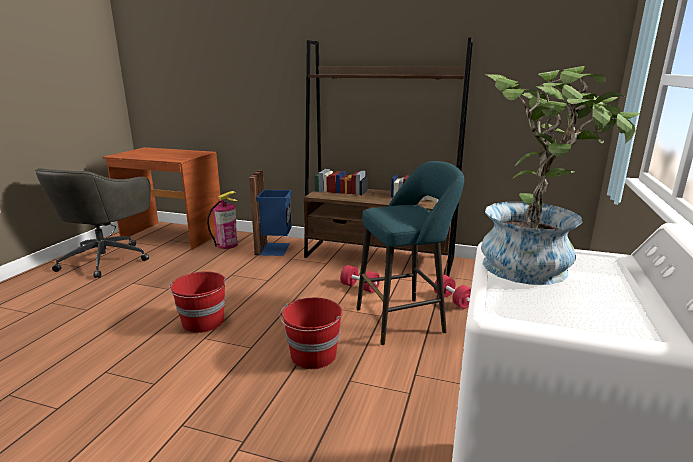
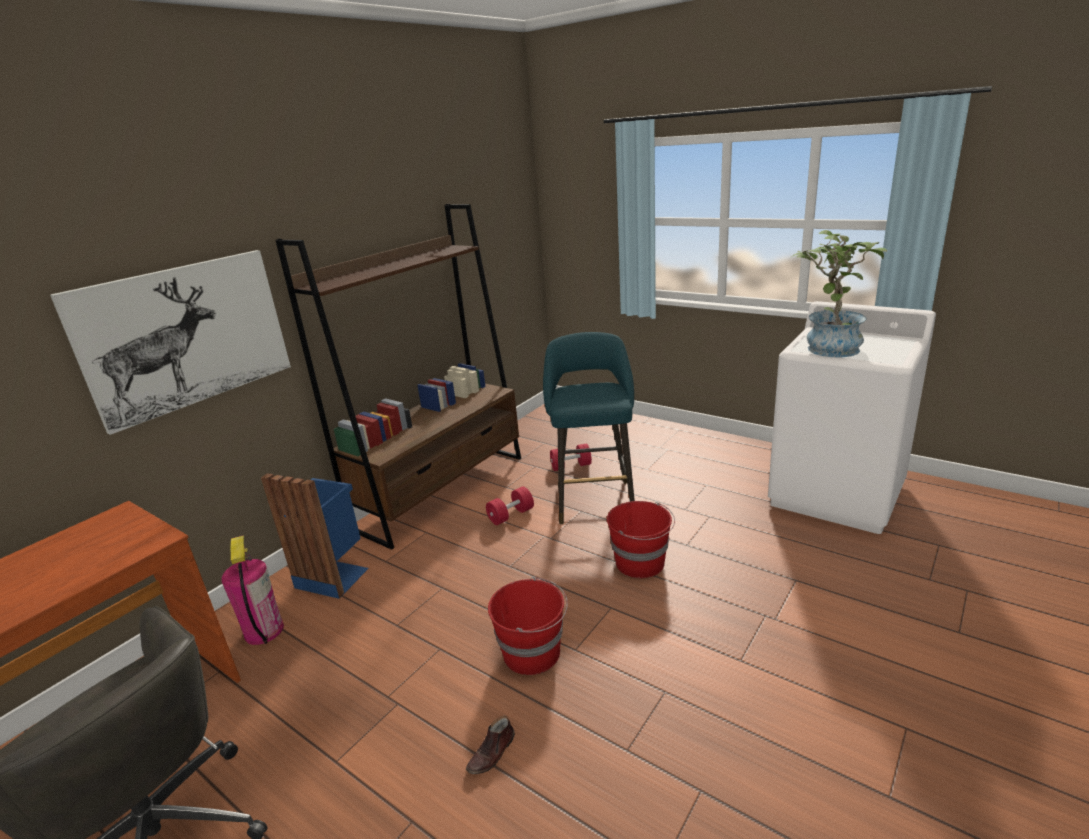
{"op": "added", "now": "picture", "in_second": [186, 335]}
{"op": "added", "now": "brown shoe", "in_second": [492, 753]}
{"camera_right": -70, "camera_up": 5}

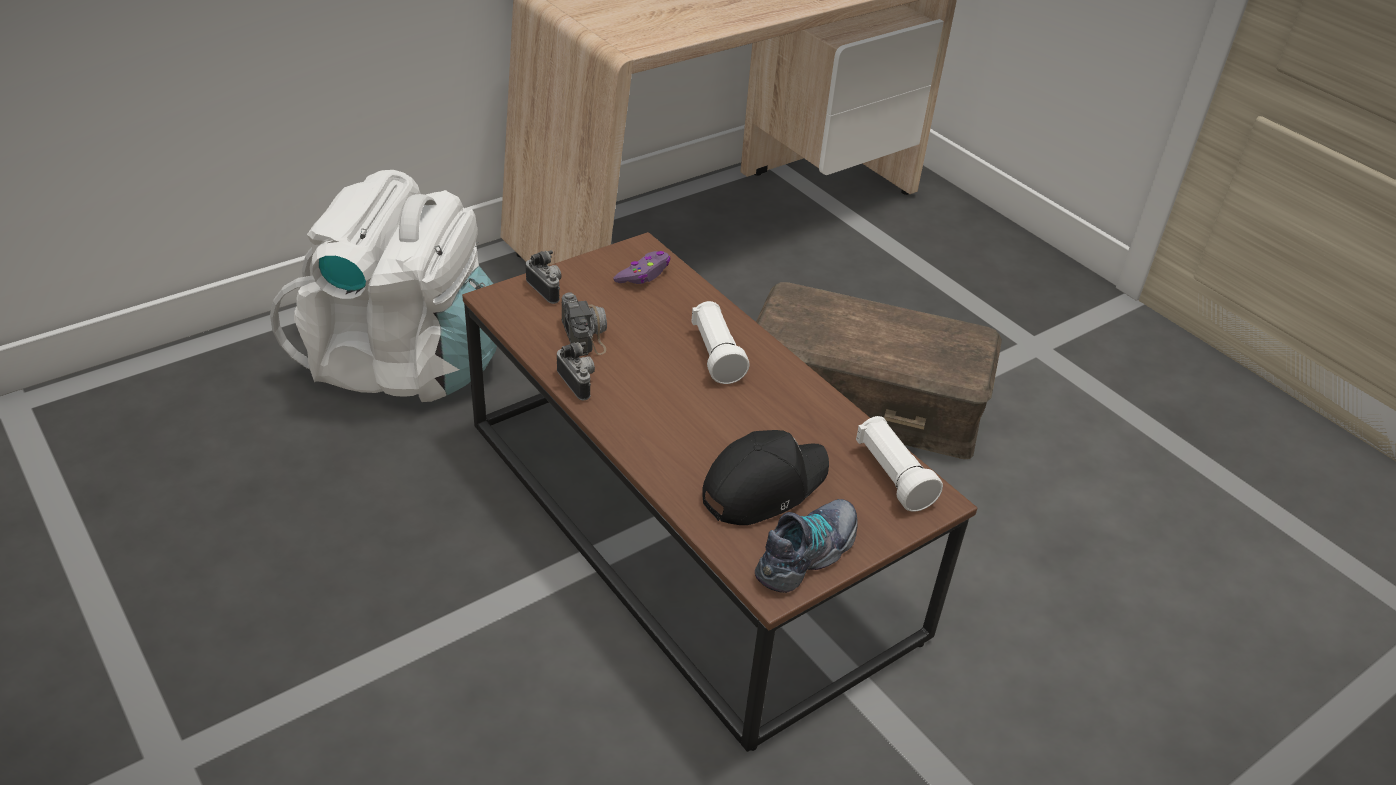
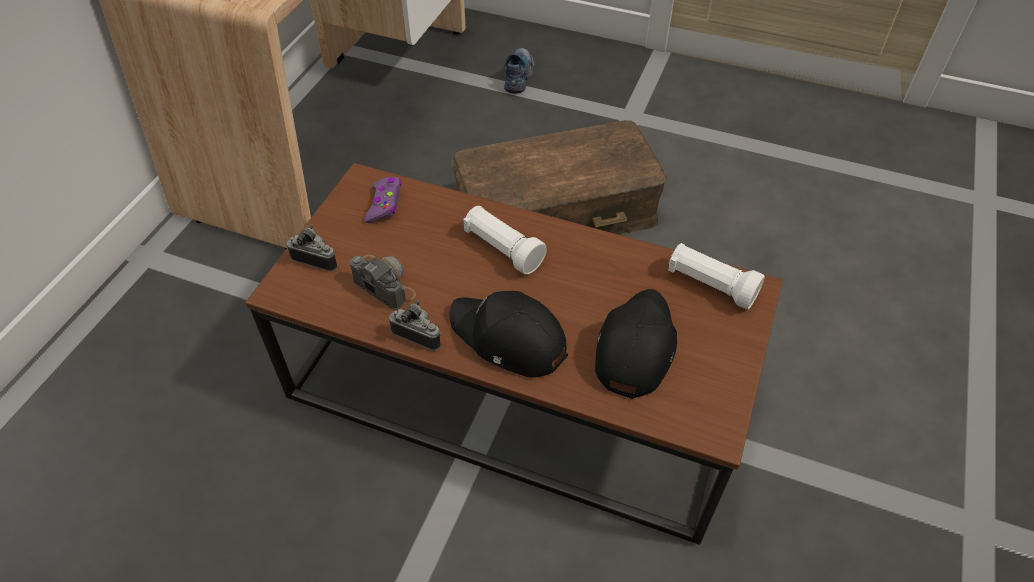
{"op": "removed", "was": "white backpack", "in_first": [403, 364]}
{"op": "moved", "was": "shoe", "in_first": [808, 554], "in_second": [519, 75]}
{"op": "added", "now": "black cap", "in_second": [508, 339]}
{"camera_right": -30, "camera_up": 10}

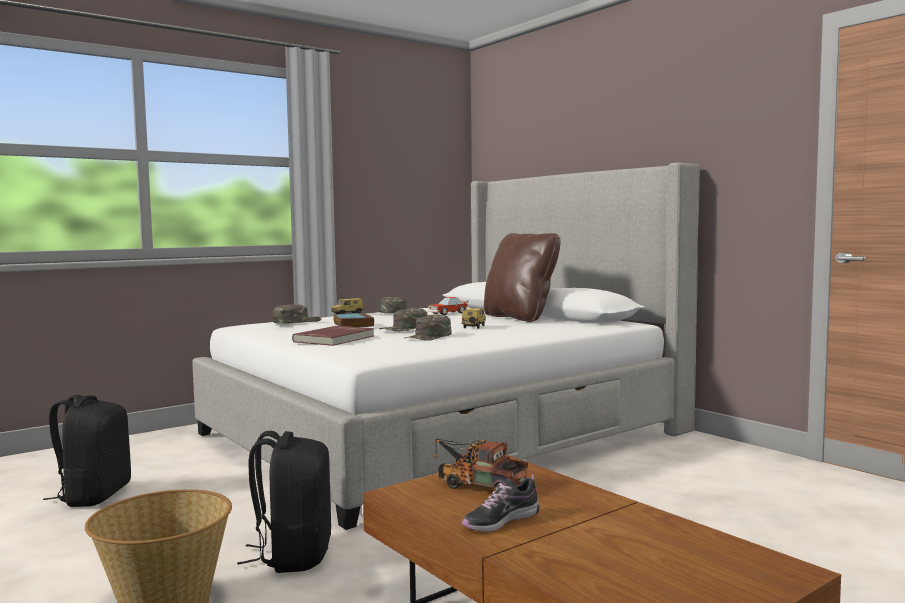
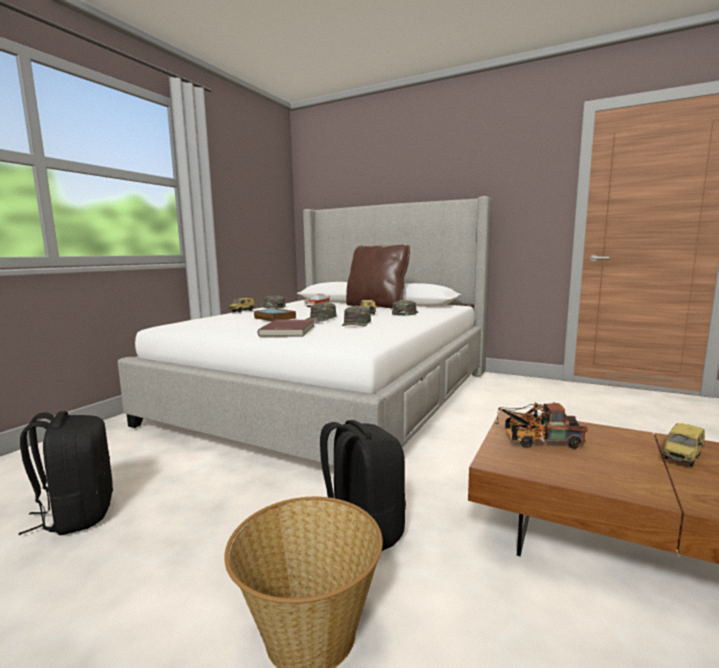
{"op": "moved", "was": "green cap", "in_first": [296, 321], "in_second": [405, 313]}
{"op": "removed", "was": "shoe", "in_first": [500, 521]}
{"op": "added", "now": "toy car", "in_second": [683, 458]}
{"camera_right": -25, "camera_up": 5}

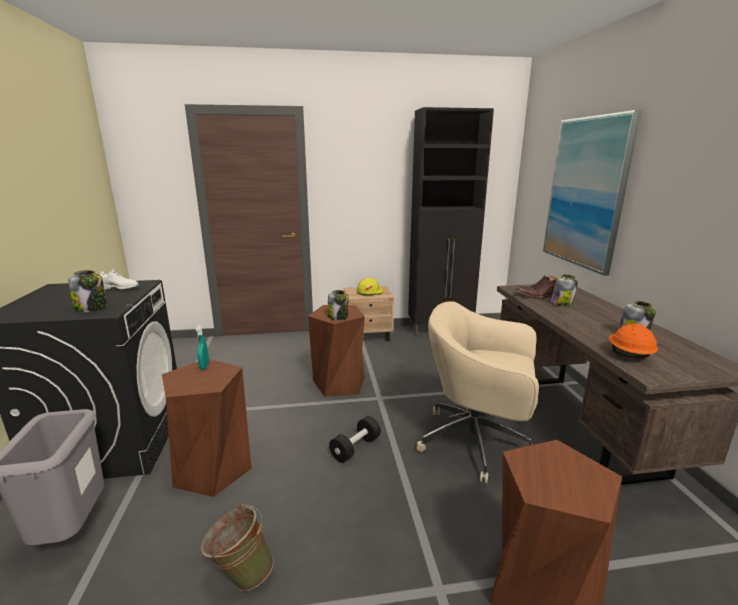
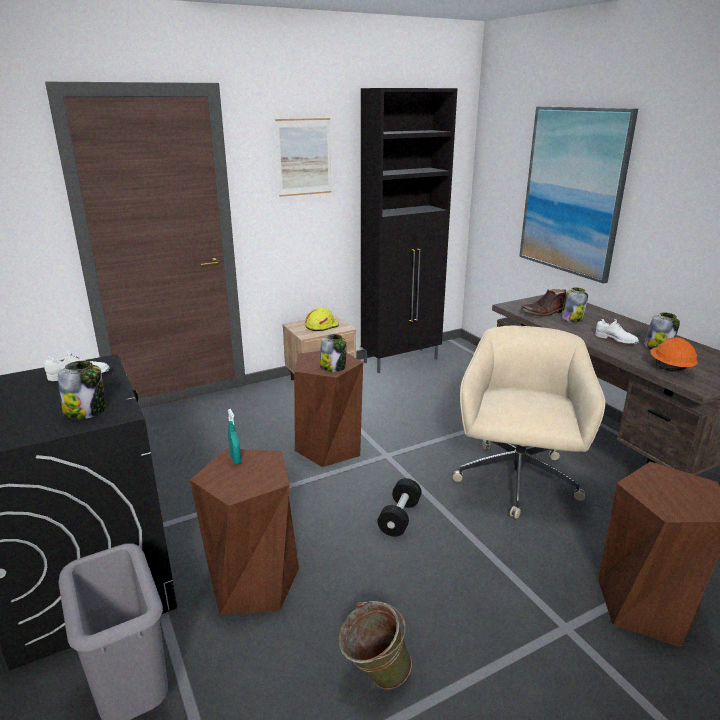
{"op": "turned", "was": "beige office chair", "in_first": [477, 442], "in_second": [516, 481], "clockwise": 105}
{"op": "added", "now": "picture", "in_second": [304, 157]}
{"op": "added", "now": "white shoe", "in_second": [616, 340]}
{"camera_right": -20, "camera_up": 5}

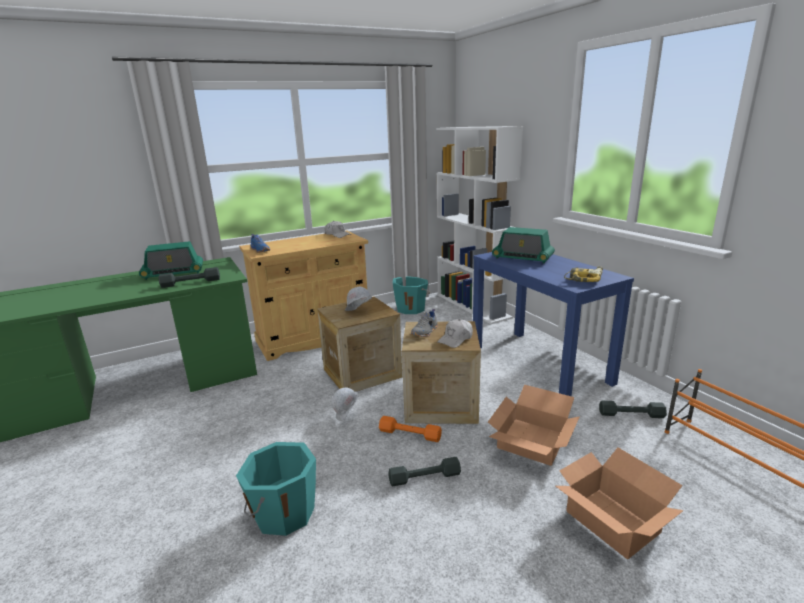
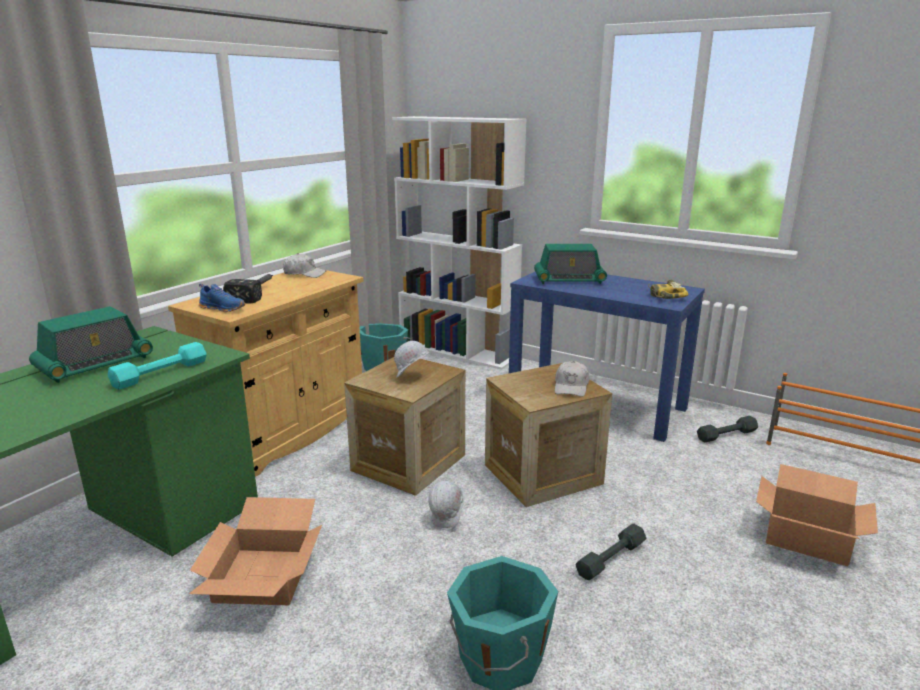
{"op": "recoloured", "was": "grey dumbbell", "now": "turquoise dumbbell", "in_first": [191, 282], "in_second": [160, 373]}
{"op": "removed", "was": "orange dumbbell", "in_first": [410, 434]}
{"op": "removed", "was": "grey shoe", "in_first": [425, 332]}
{"op": "moved", "was": "cardboard box", "in_first": [531, 440], "in_second": [262, 575]}
{"op": "added", "now": "hammer", "in_second": [256, 293]}
{"camera_right": -30, "camera_up": 0}

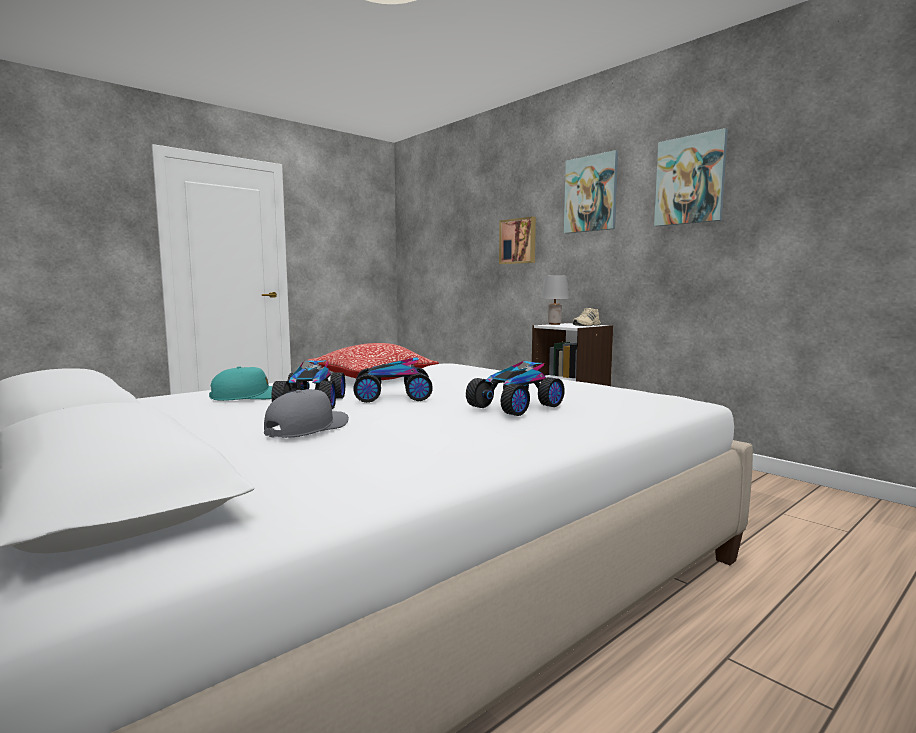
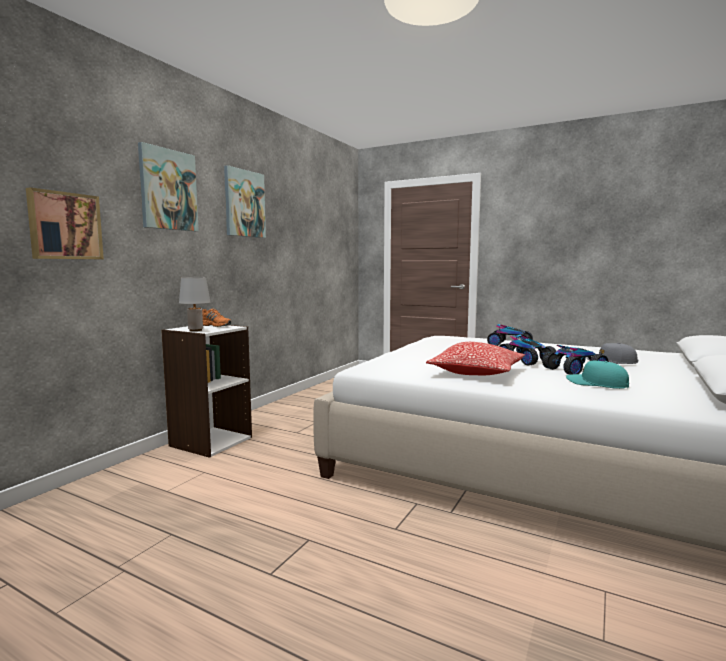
{"op": "recoloured", "was": "beige shoe", "now": "orange shoe", "in_first": [587, 325], "in_second": [215, 325]}
{"camera_right": -110, "camera_up": 0}

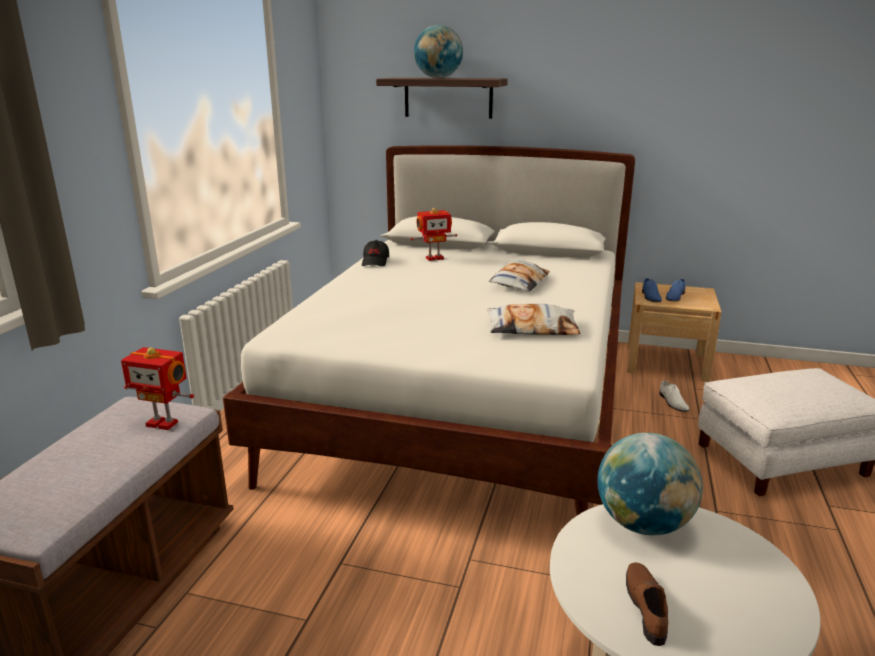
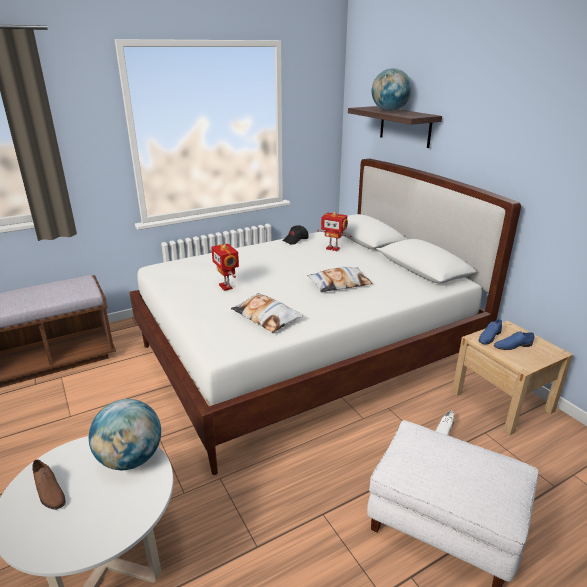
{"op": "moved", "was": "toy robot", "in_first": [163, 423], "in_second": [226, 286]}
{"op": "turned", "was": "brown shoe", "in_first": [647, 605], "in_second": [48, 491], "clockwise": 90}
{"camera_right": 45, "camera_up": 5}

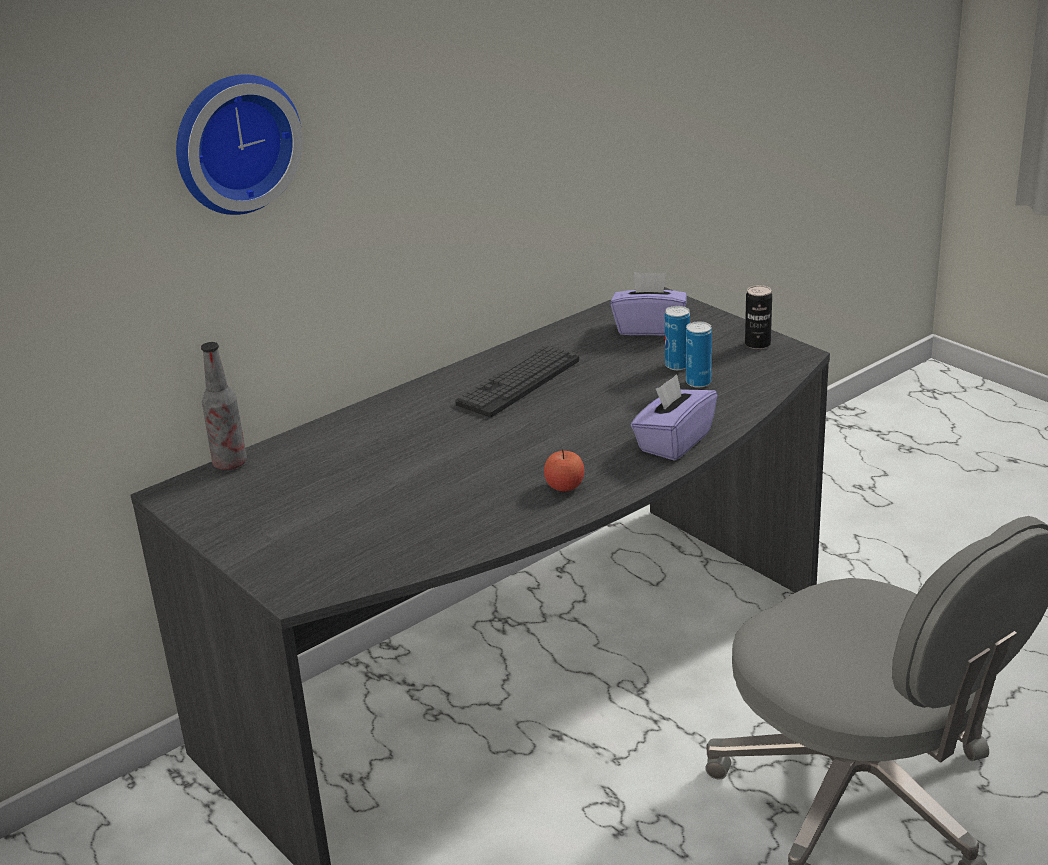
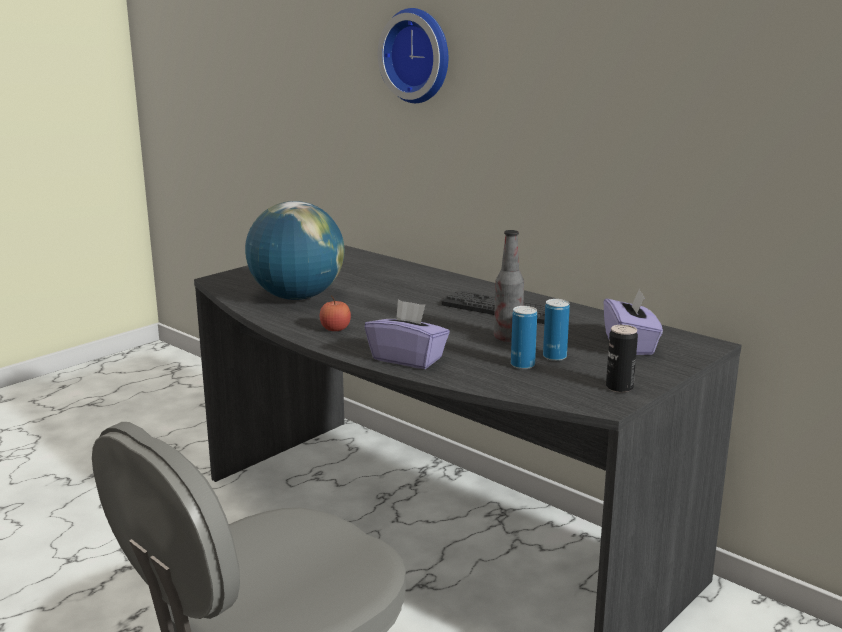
{"op": "moved", "was": "bottle", "in_first": [230, 463], "in_second": [507, 338]}
{"op": "added", "now": "globe", "in_second": [297, 297]}
{"camera_right": 80, "camera_up": -10}

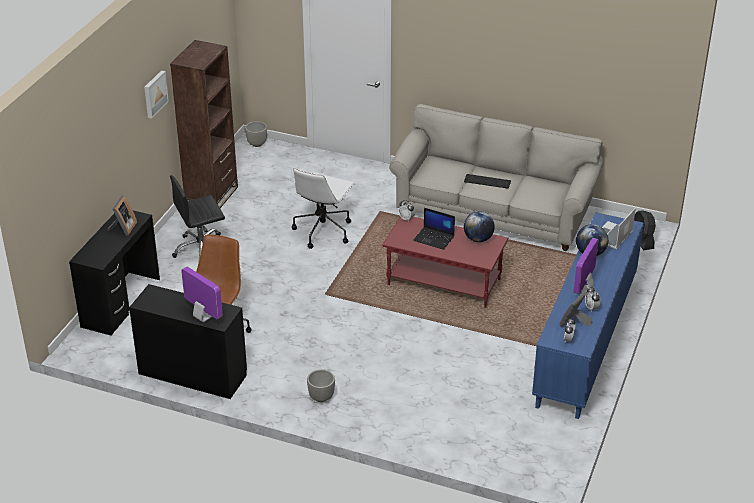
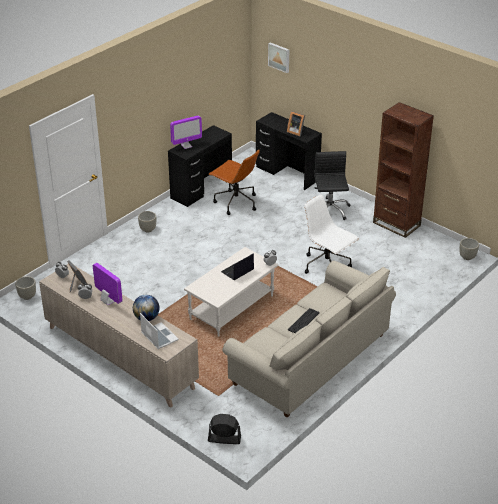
{"op": "moved", "was": "picture", "in_first": [154, 93], "in_second": [279, 57]}
{"op": "recoloured", "was": "red coffee table", "now": "white coffee table", "in_first": [444, 282], "in_second": [232, 308]}
{"op": "removed", "was": "globe", "in_first": [478, 239]}
{"op": "recoloured", "was": "blue cabinet", "now": "beige cabinet", "in_first": [586, 342], "in_second": [120, 358]}
{"op": "added", "now": "grey planter", "in_second": [27, 296]}
{"camera_right": 110, "camera_up": 0}

